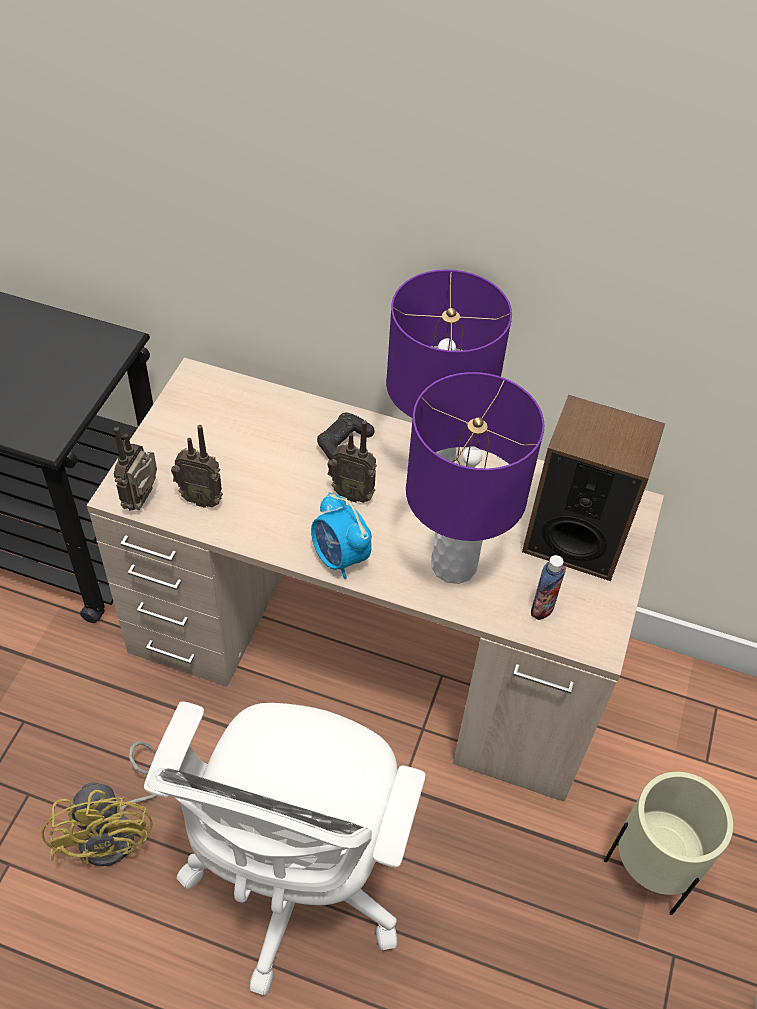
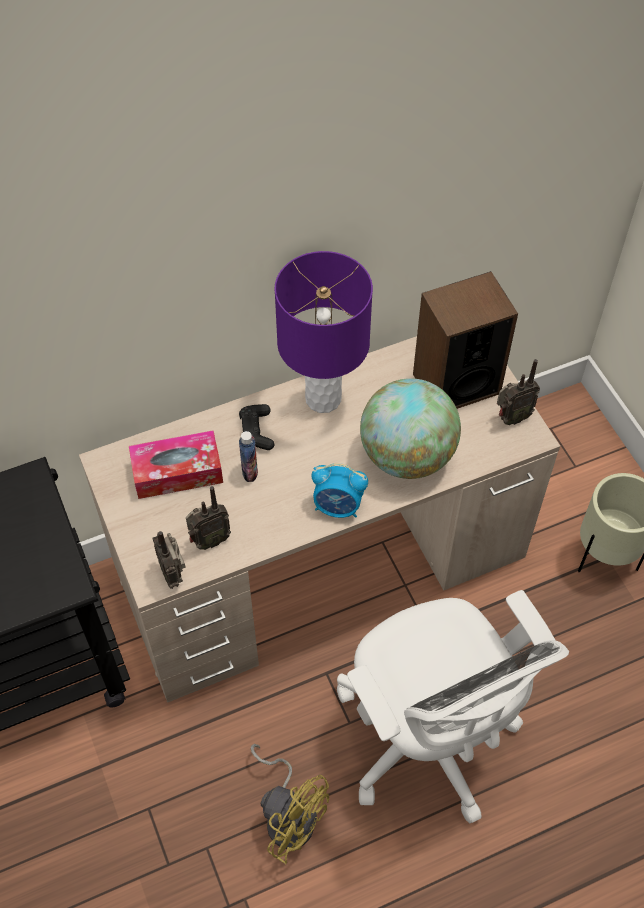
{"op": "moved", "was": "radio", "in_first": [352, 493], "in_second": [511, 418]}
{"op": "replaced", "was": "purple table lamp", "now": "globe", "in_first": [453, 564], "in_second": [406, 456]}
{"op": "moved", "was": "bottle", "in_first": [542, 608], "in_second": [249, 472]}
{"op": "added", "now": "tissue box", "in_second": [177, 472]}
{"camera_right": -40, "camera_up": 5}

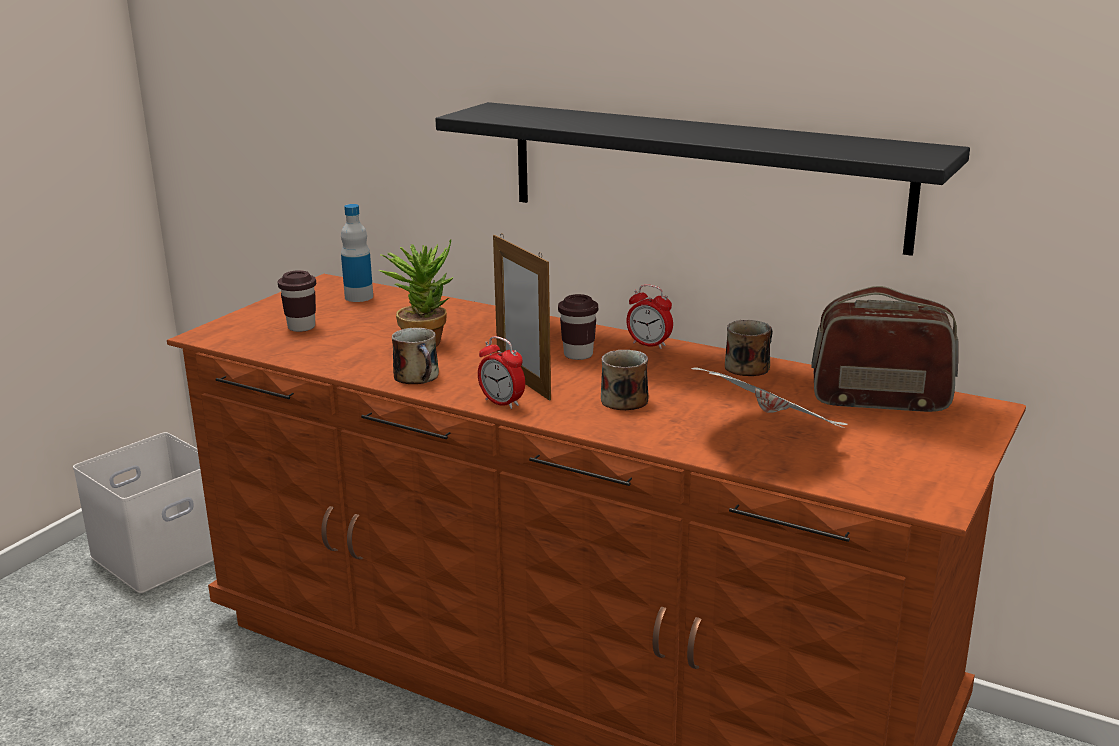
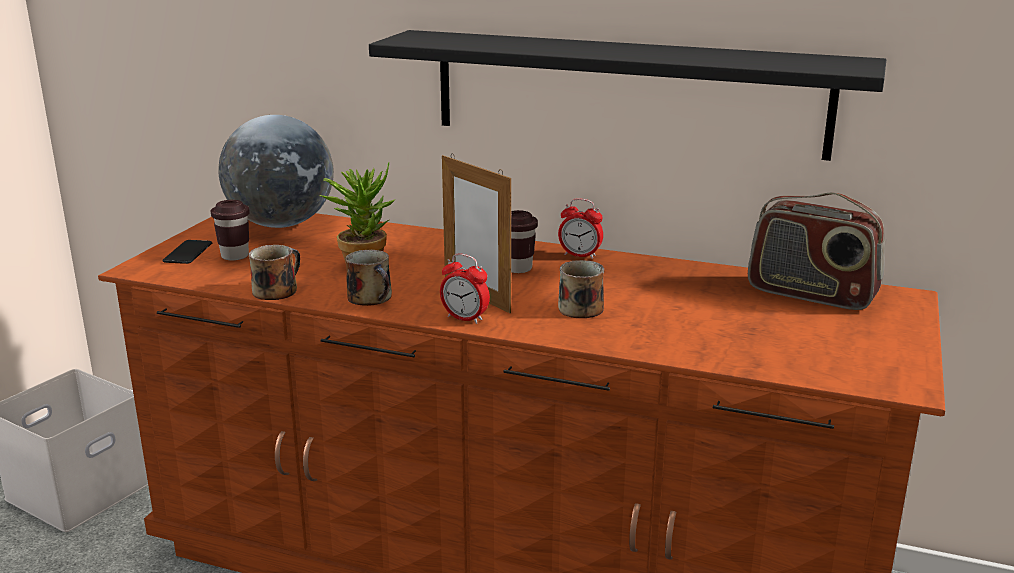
{"op": "replaced", "was": "bottle", "now": "globe", "in_first": [359, 297], "in_second": [281, 224]}
{"op": "removed", "was": "newspaper", "in_first": [773, 438]}
{"op": "moved", "was": "mug", "in_first": [748, 366], "in_second": [276, 290]}
{"op": "turned", "was": "radio", "in_first": [880, 399], "in_second": [811, 294], "clockwise": -150}
{"op": "added", "now": "phone", "in_second": [188, 253]}
{"camera_right": -10, "camera_up": 0}

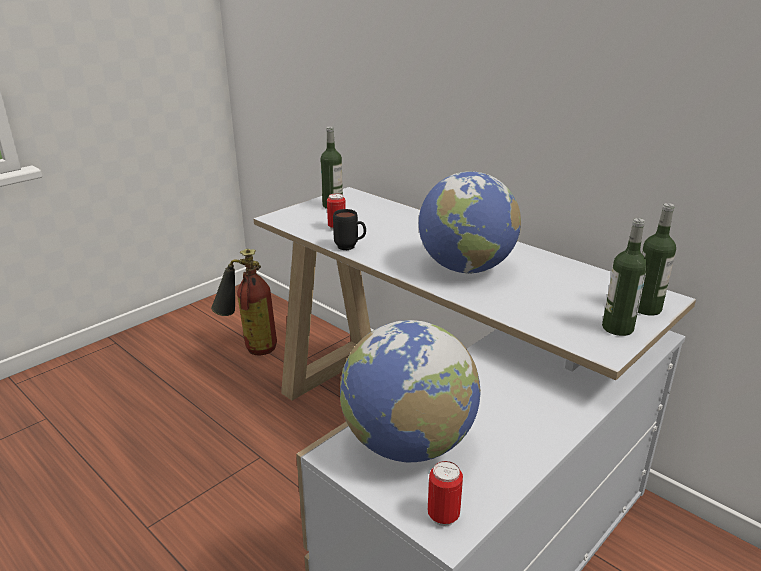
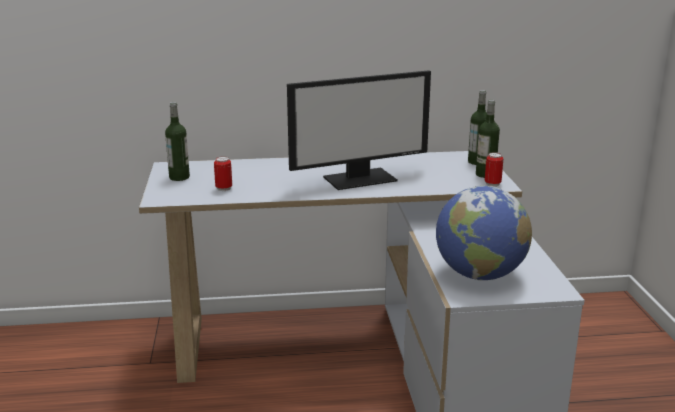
{"op": "removed", "was": "fire extinguisher", "in_first": [249, 346]}
{"op": "removed", "was": "black mug", "in_first": [350, 248]}
{"op": "replaced", "was": "globe", "now": "monitor", "in_first": [466, 268], "in_second": [360, 178]}
{"op": "moved", "was": "can", "in_first": [443, 516], "in_second": [492, 184]}
{"camera_right": -50, "camera_up": -5}

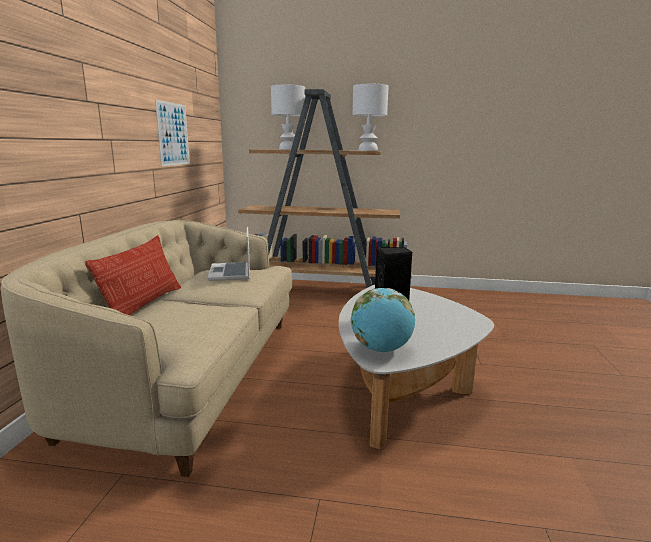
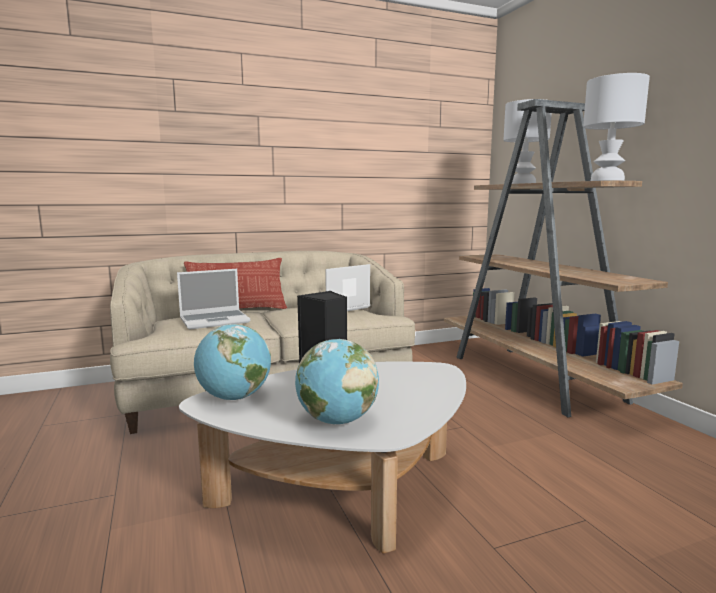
{"op": "removed", "was": "picture", "in_first": [173, 134]}
{"op": "added", "now": "laptop", "in_second": [215, 320]}
{"op": "added", "now": "globe", "in_second": [337, 421]}
{"camera_right": 60, "camera_up": -5}

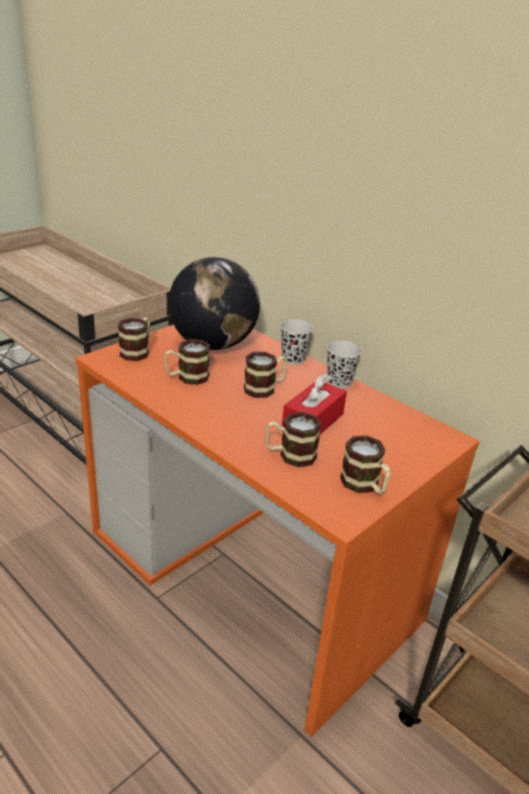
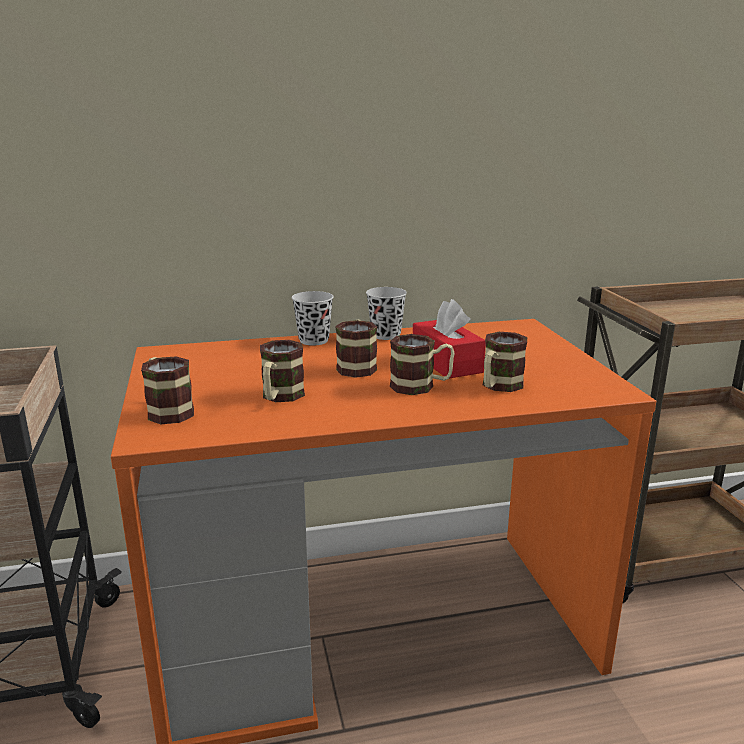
{"op": "removed", "was": "globe", "in_first": [213, 345]}
{"op": "moved", "was": "mug", "in_first": [364, 486], "in_second": [421, 386]}
{"camera_right": -55, "camera_up": -10}

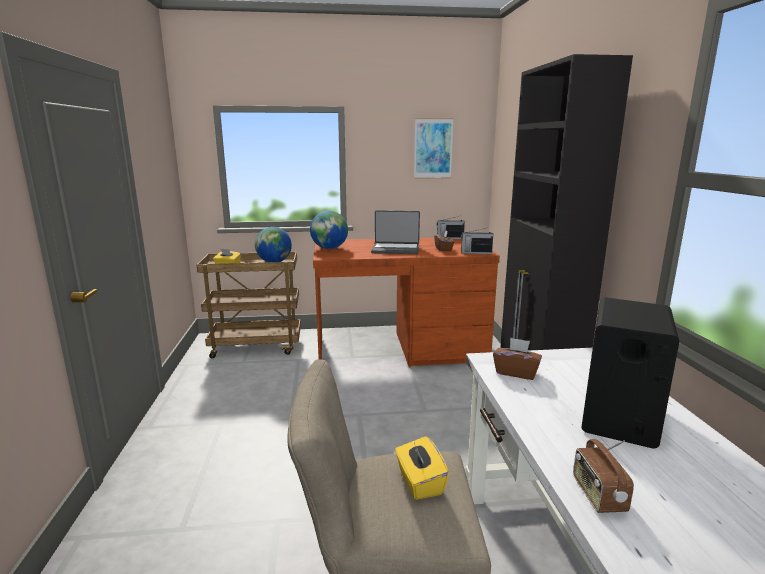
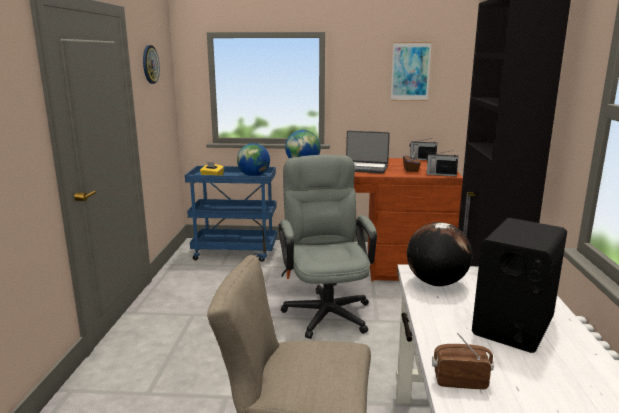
{"op": "recoloured", "was": "brown cart", "now": "blue cart", "in_first": [257, 346], "in_second": [236, 252]}
{"op": "removed", "was": "yellow tissue box", "in_first": [419, 482]}
{"op": "replaced", "was": "brown tissue box", "now": "globe", "in_first": [516, 372], "in_second": [436, 283]}
{"op": "turned", "was": "radio", "in_first": [597, 495], "in_second": [460, 381], "clockwise": 90}
{"op": "added", "now": "wall clock", "in_second": [150, 64]}
{"op": "added", "now": "grey office chair", "in_second": [326, 309]}
{"camera_right": 10, "camera_up": 0}

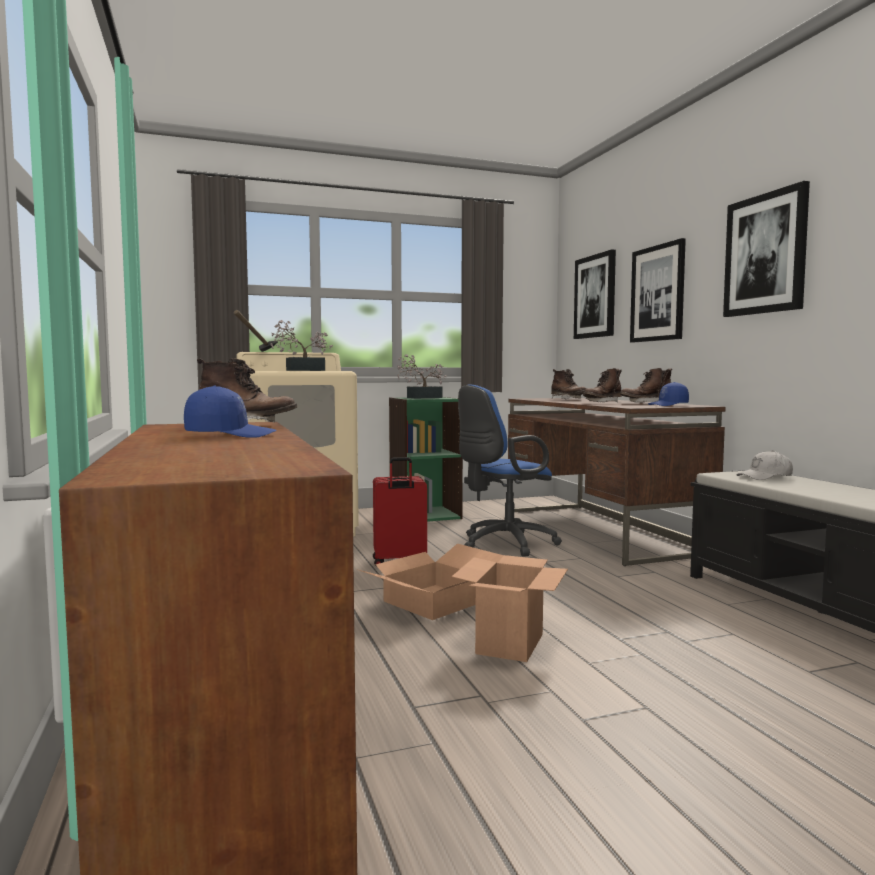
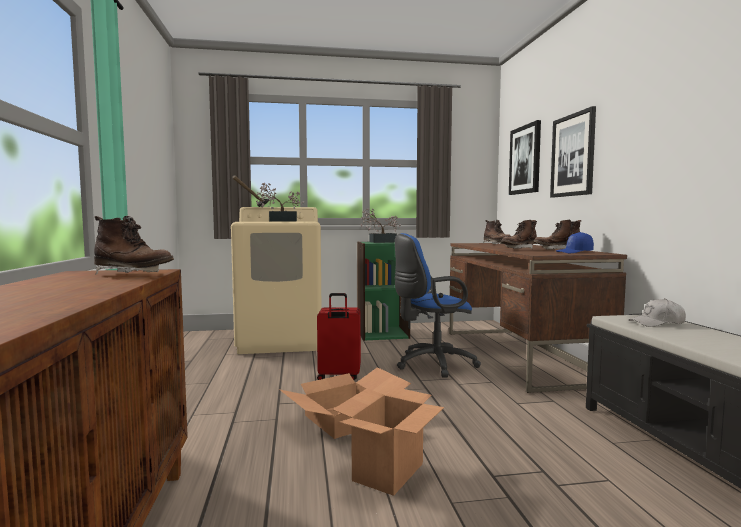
{"op": "removed", "was": "blue cap", "in_first": [230, 435]}
{"op": "removed", "was": "picture", "in_first": [765, 254]}
{"camera_right": 10, "camera_up": 0}

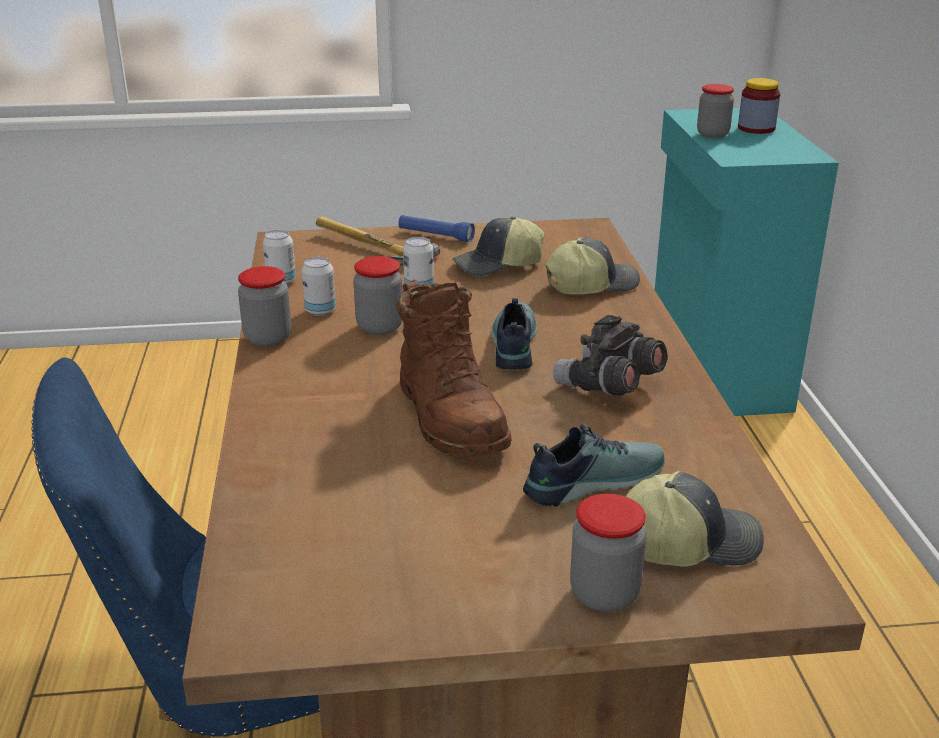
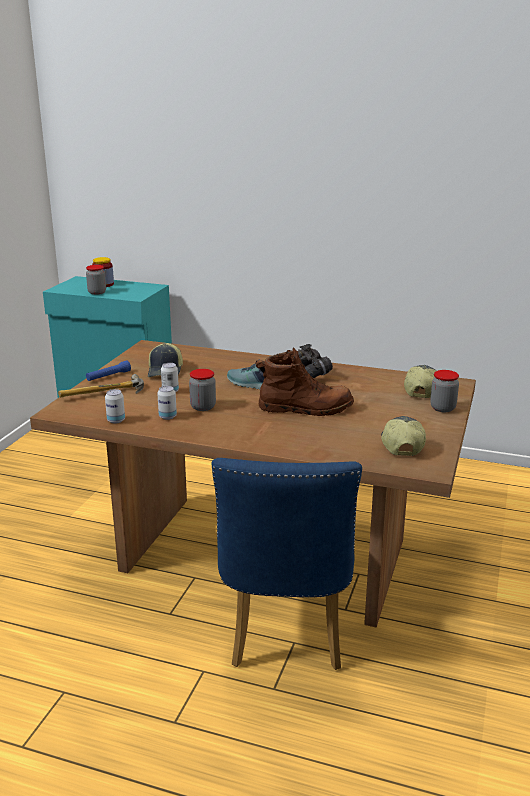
{"op": "removed", "was": "jar", "in_first": [268, 338]}
{"op": "removed", "was": "shoe", "in_first": [591, 480]}
{"op": "moved", "was": "cap", "in_first": [591, 284], "in_second": [401, 445]}
{"camera_right": -65, "camera_up": -5}

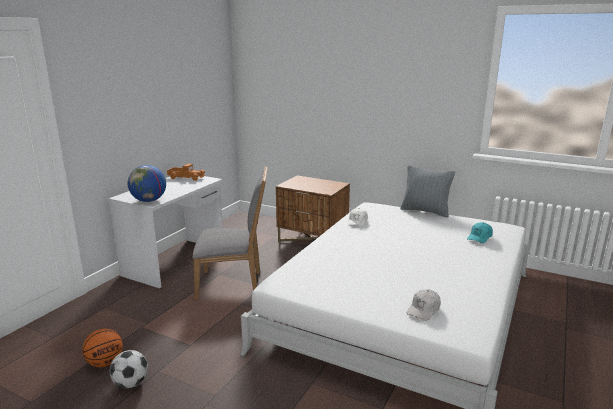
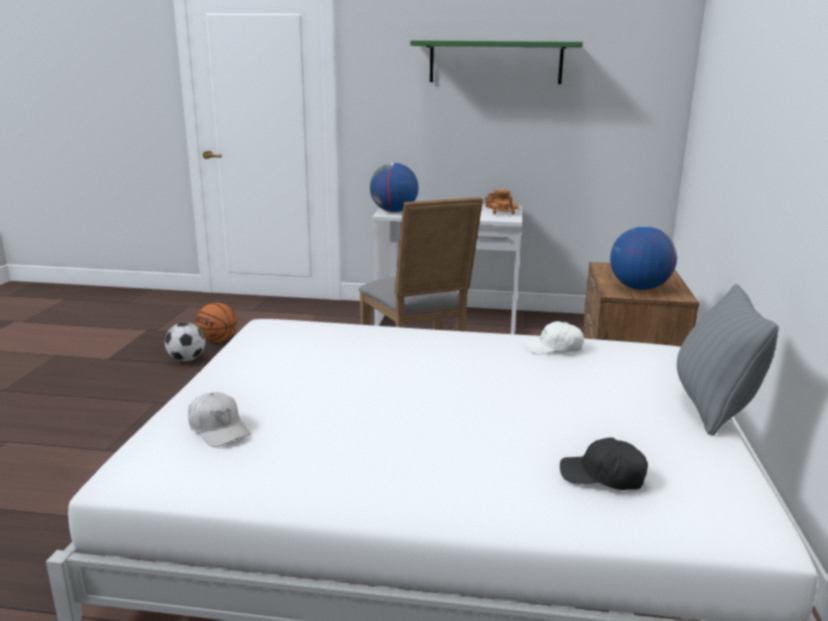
{"op": "turned", "was": "white cap", "in_first": [423, 310], "in_second": [218, 429], "clockwise": -150}
{"op": "recoloured", "was": "turquoise cap", "now": "black cap", "in_first": [480, 237], "in_second": [603, 476]}
{"op": "added", "now": "green shelf", "in_second": [495, 62]}
{"op": "added", "now": "globe", "in_second": [639, 288]}
{"camera_right": 70, "camera_up": 0}

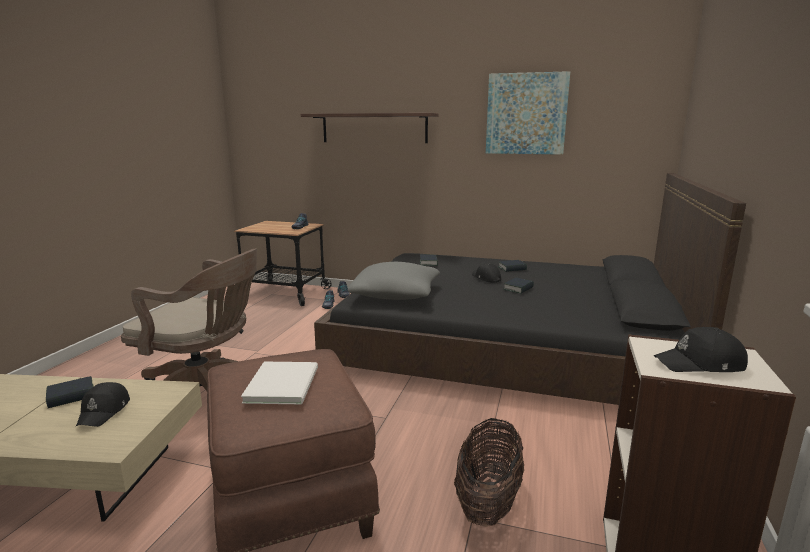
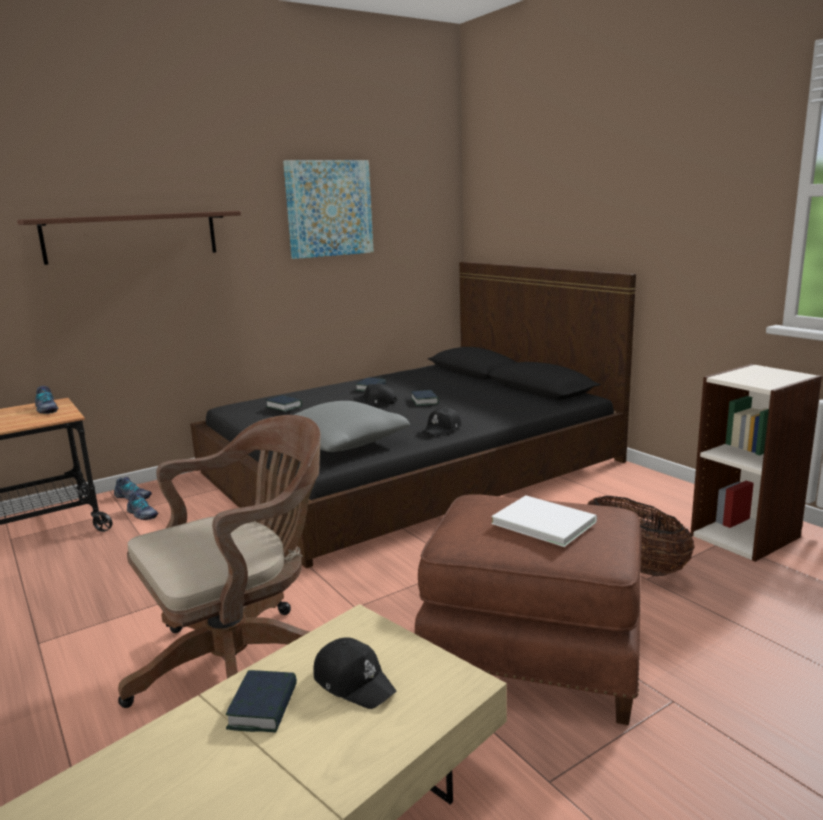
{"op": "moved", "was": "black cap", "in_first": [700, 364], "in_second": [442, 429]}
{"camera_right": -50, "camera_up": 0}

